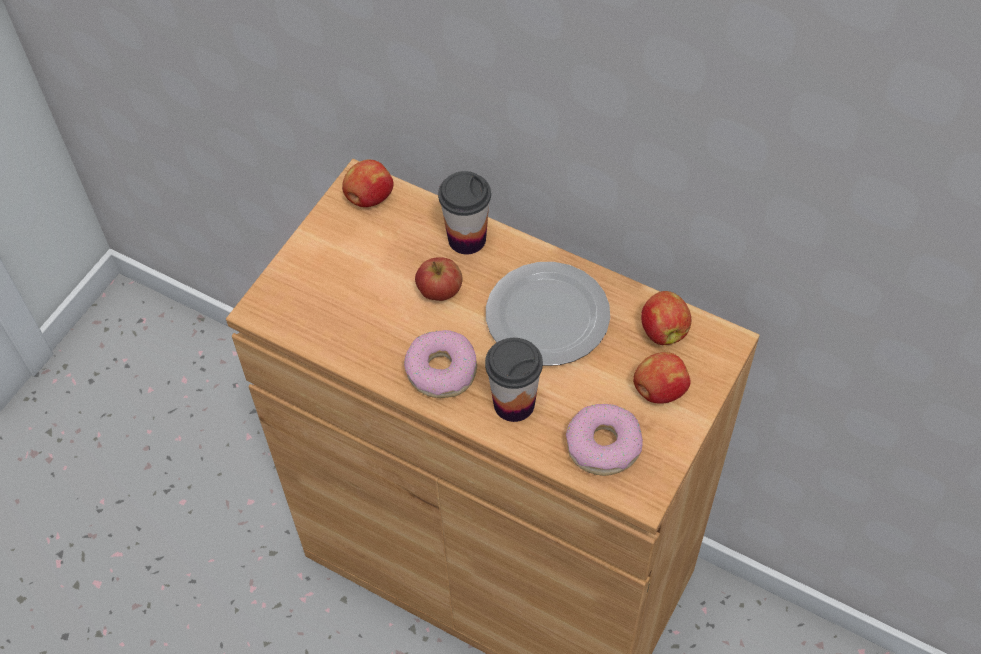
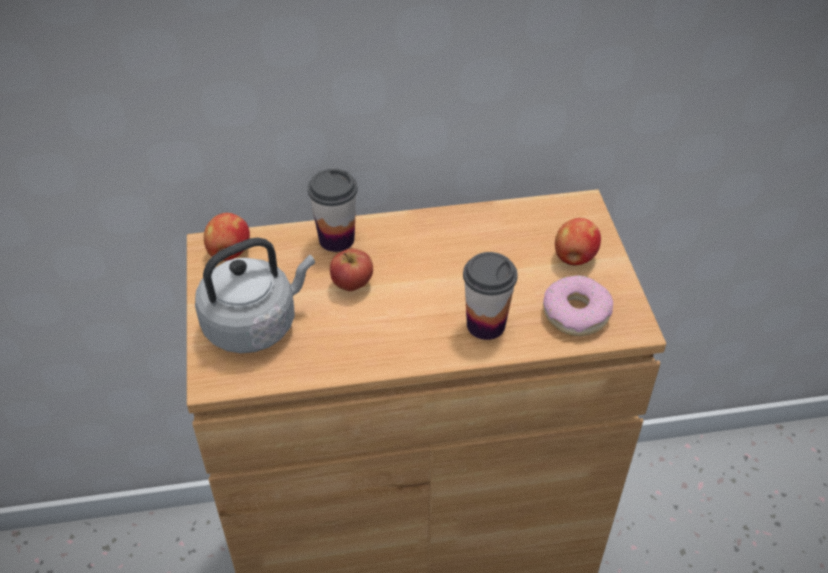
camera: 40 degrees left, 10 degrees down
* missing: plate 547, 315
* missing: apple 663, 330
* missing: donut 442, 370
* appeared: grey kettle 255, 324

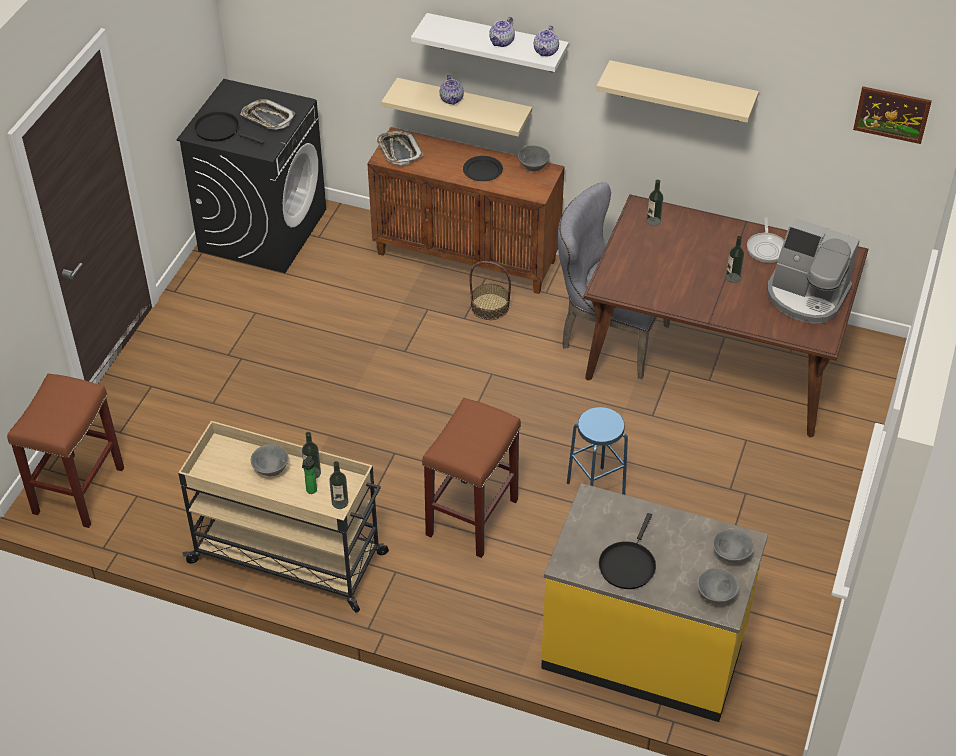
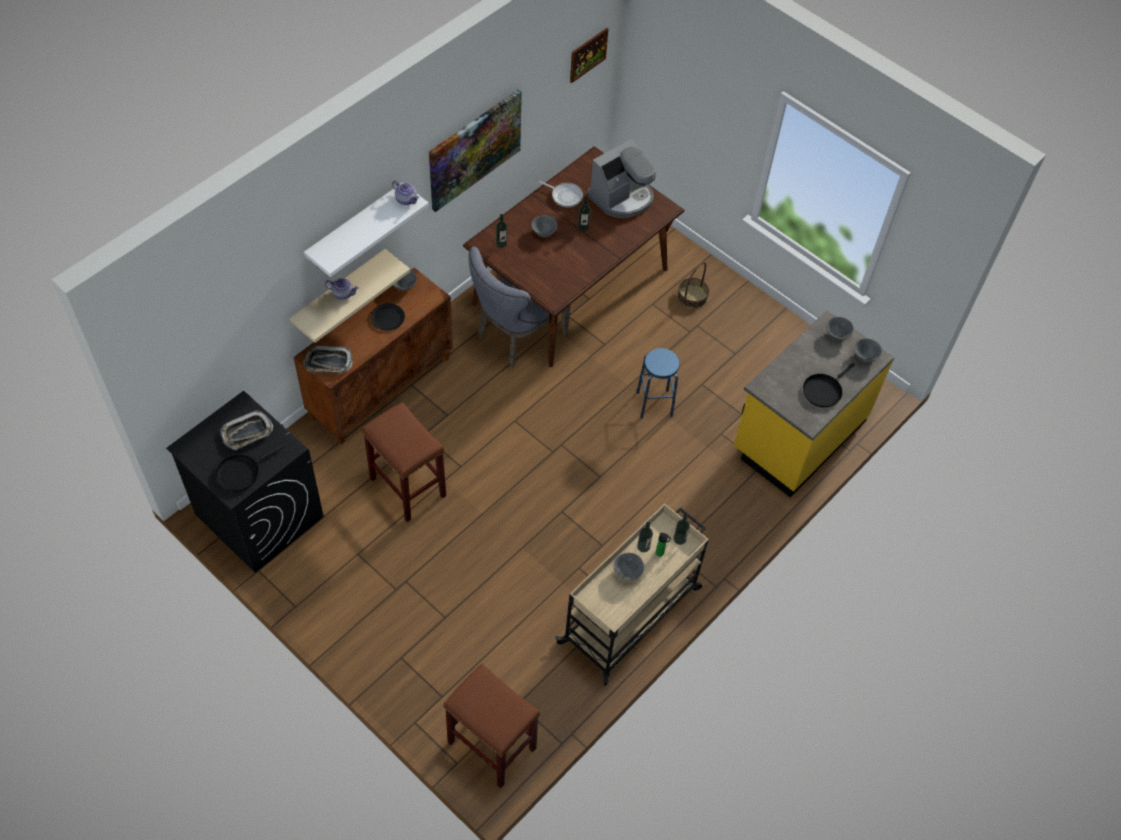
camera: 70 degrees left, 10 degrees up
* missing: teapot 502, 42
* exchanged: beige shelf 681, 91 to picture 474, 149
* relocated: basket 490, 306 to 692, 296
* relocated: brown stool 472, 516 to 407, 487
* spun: black frying pan 628, 564 = 823, 390 90 degrees clockwise
* appeared: grey bowl 544, 232

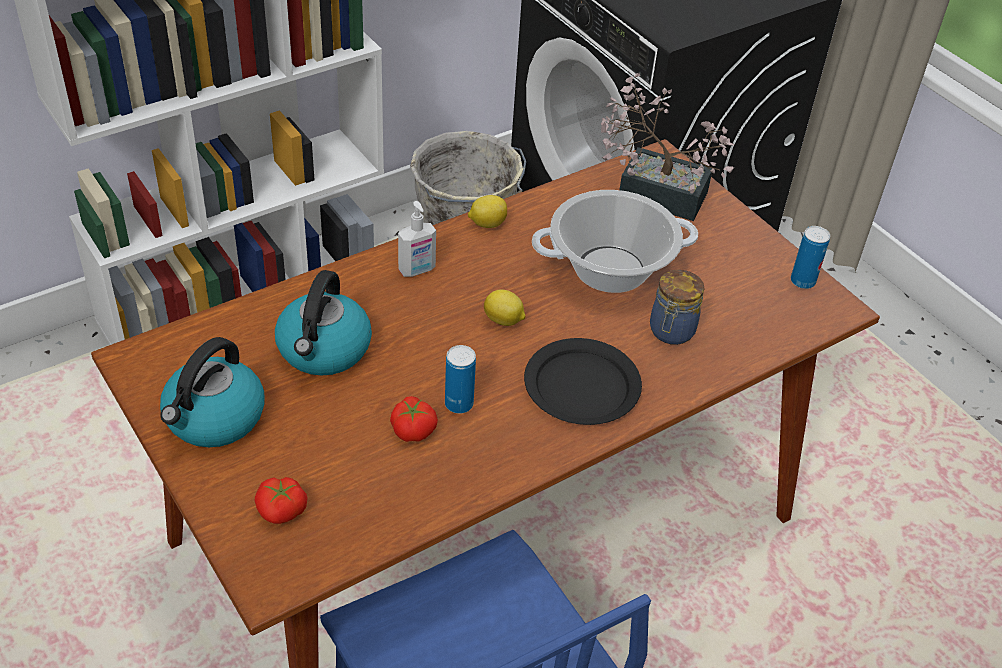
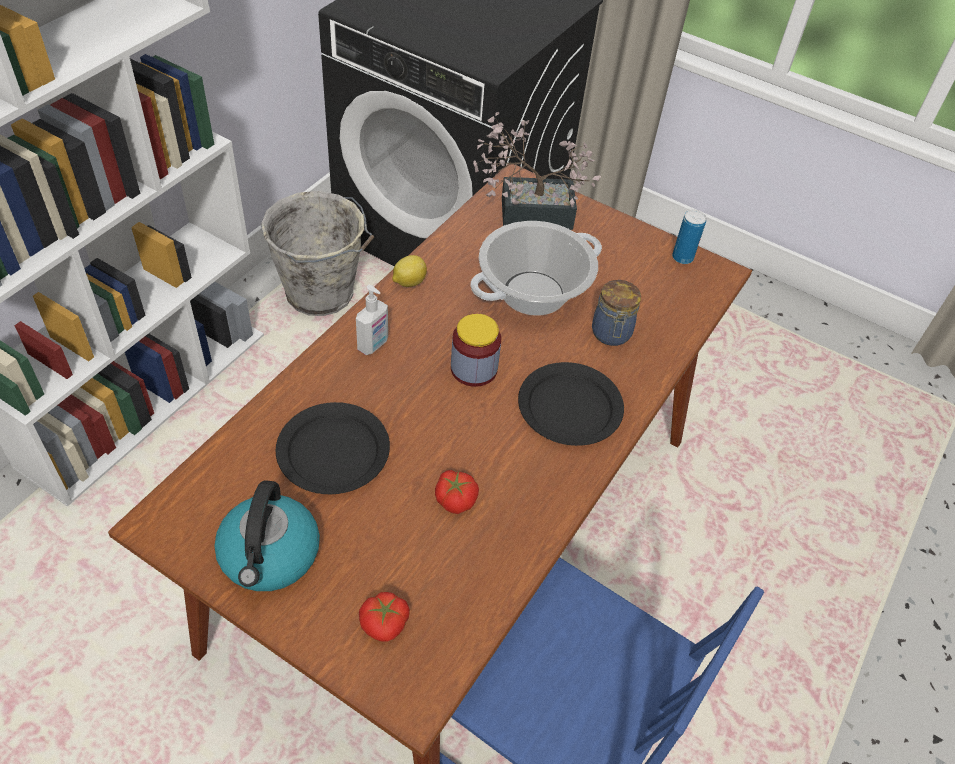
camera: 25 degrees left, 5 degrees up
* exchanged: kettle 324, 350 to black plate 334, 450
* exchanged: lemon 504, 321 to jar 474, 369
* missing: can 459, 404

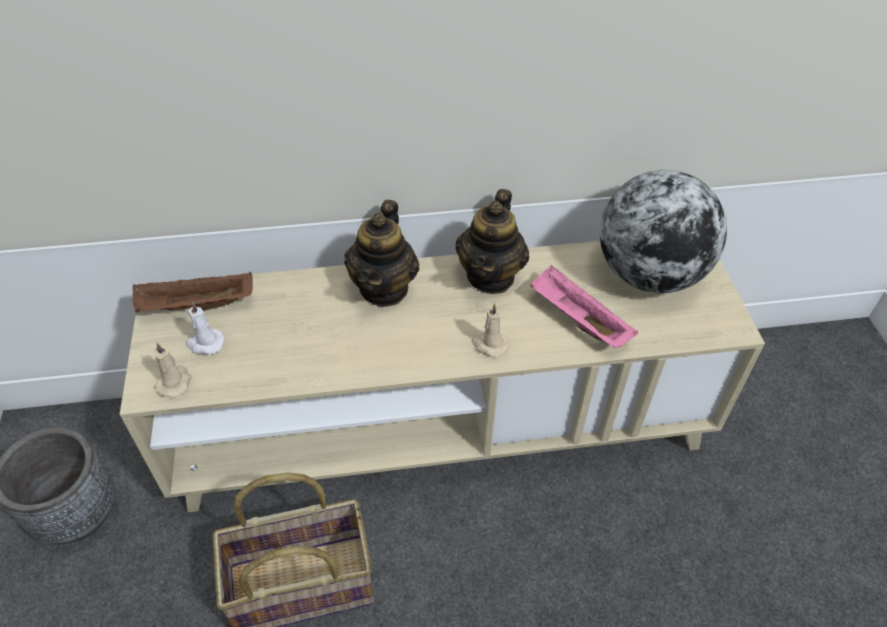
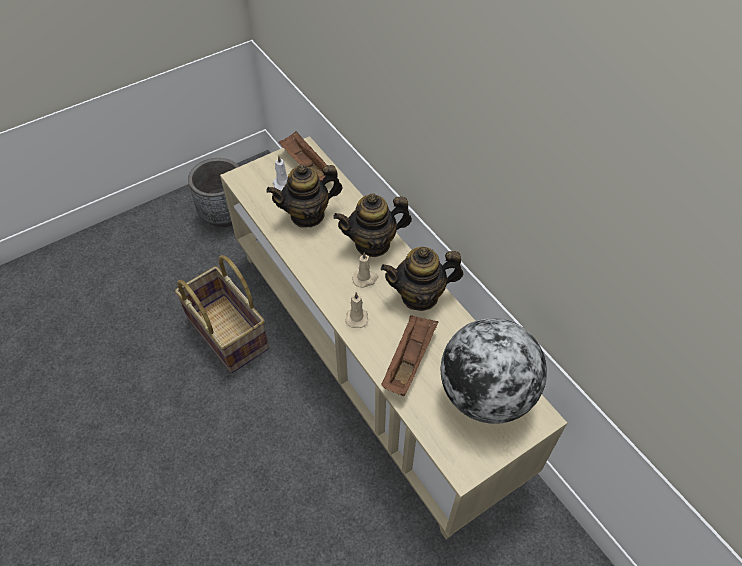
camera: 65 degrees right, 5 degrees up
* colour: pink tray 577, 320 to brown tray 409, 360
* relocated: beige candle 175, 382 to 365, 278
* appeared: teapot 308, 215

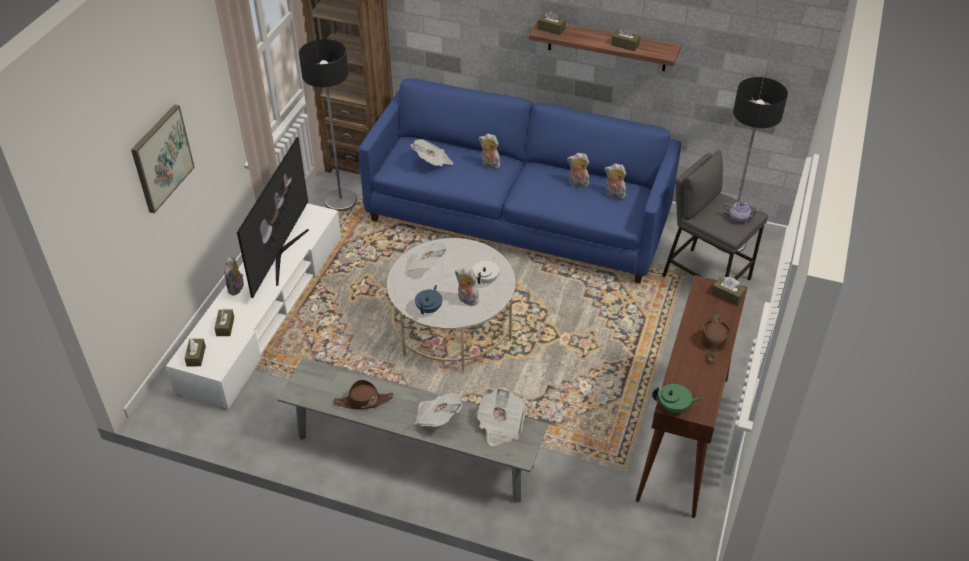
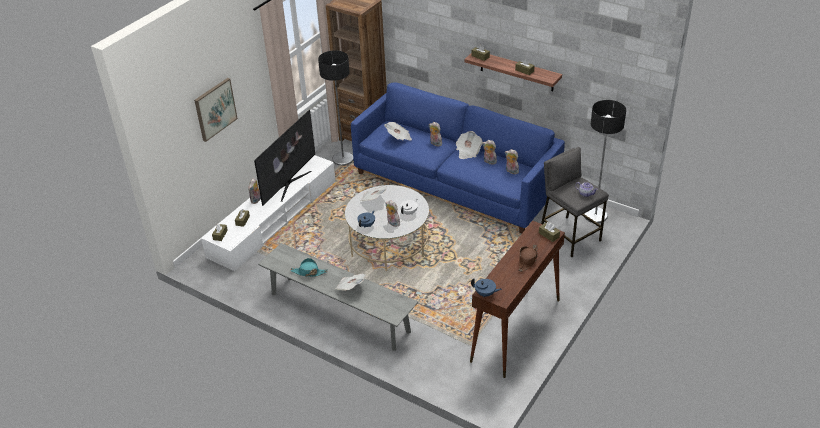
camera: 15 degrees right, 5 degrees down
* colour: brown hat 363, 401 to turquoise hat 309, 272
* colour: green teapot 673, 407 to blue teapot 485, 294
* relocated: newspaper 500, 426 to 468, 152

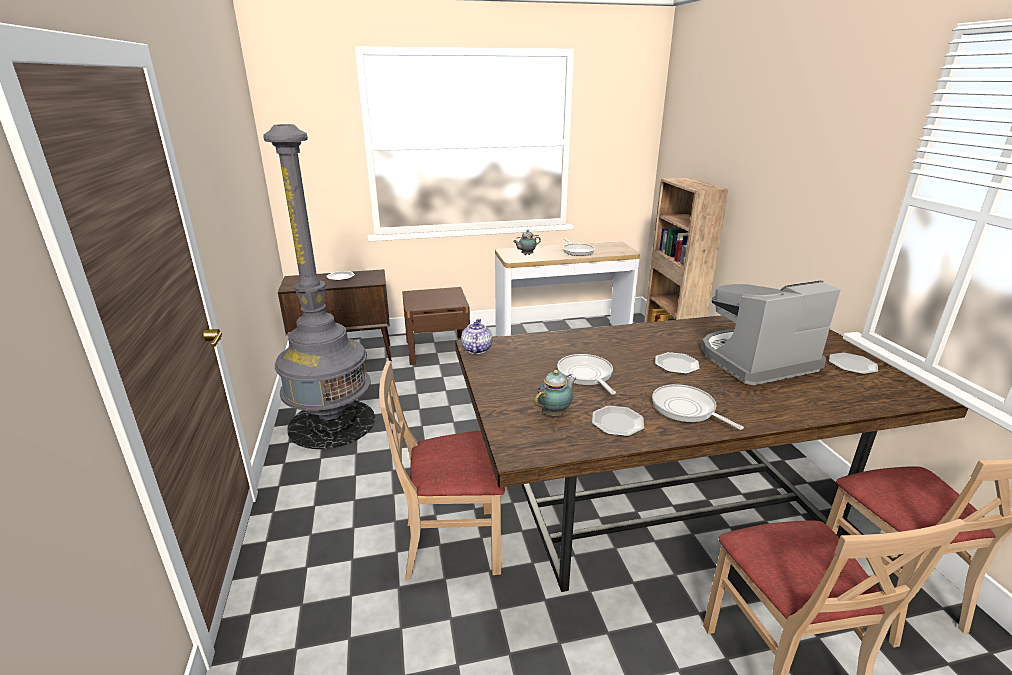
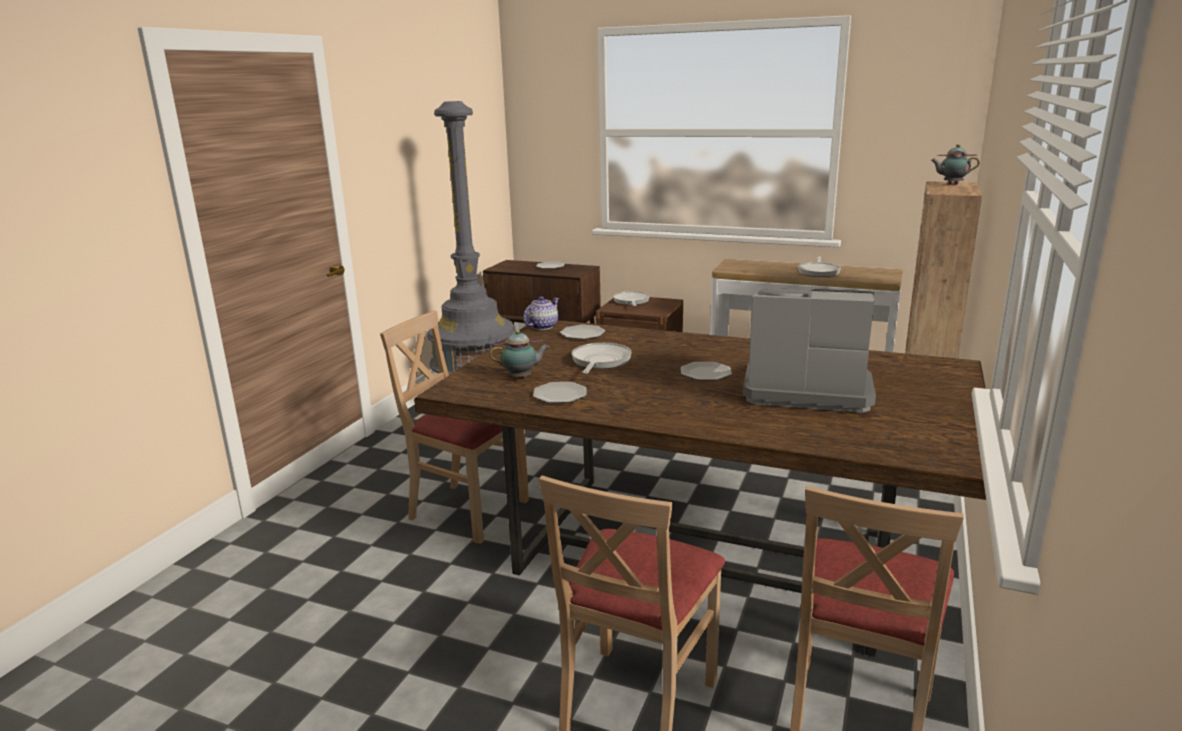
camera: 35 degrees right, 5 degrees down
* relocated: teapot 526, 255 to 951, 184
* relocated: plate 852, 365 to 583, 334
* relocated: frying pan 686, 409 to 631, 301

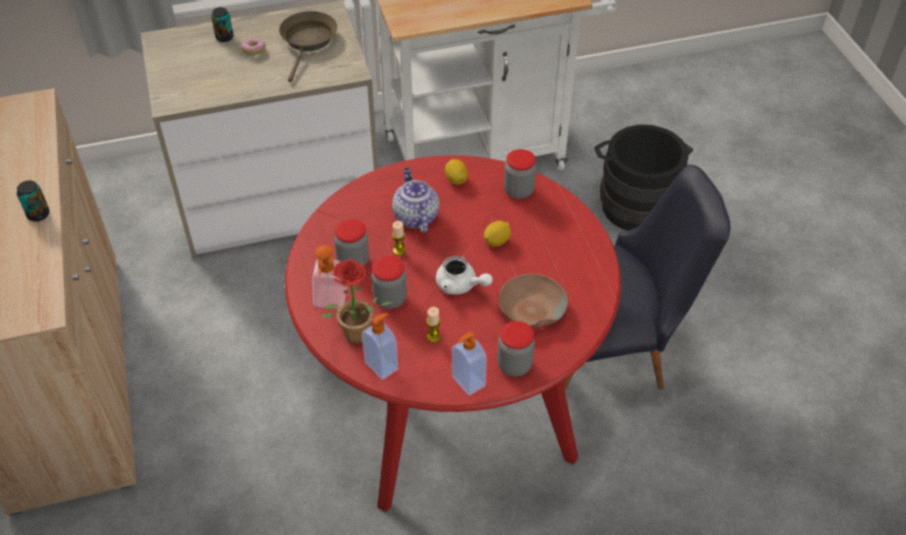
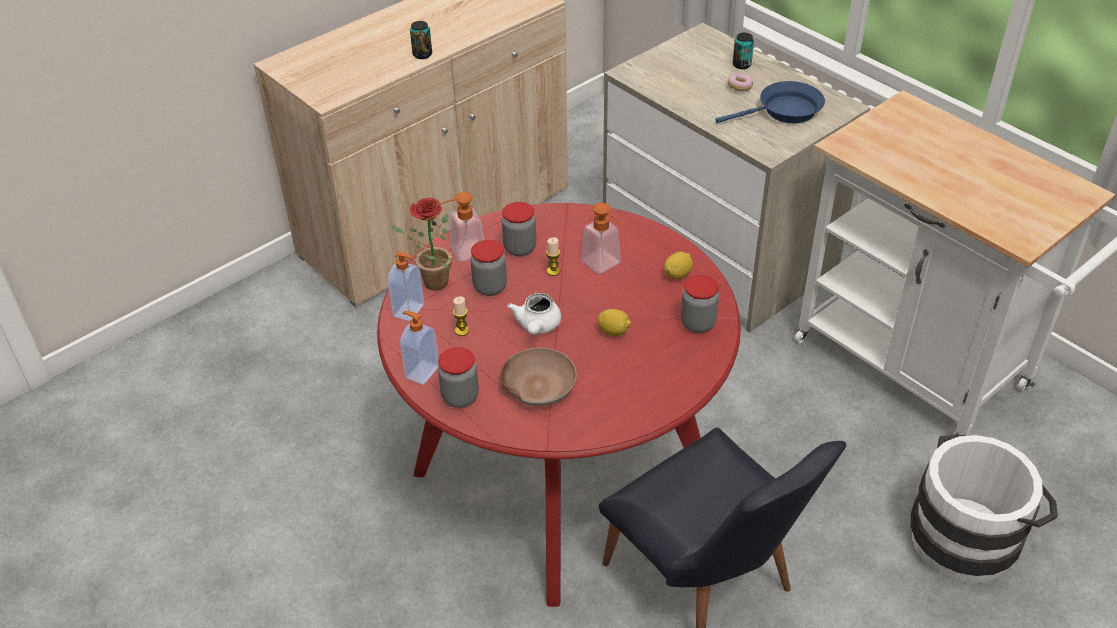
camera: 65 degrees right, 5 degrees down
* colour: brown frying pan 308, 42 to blue frying pan 784, 111
* colour: black bucket 635, 201 to white bucket 969, 536
* exchanged: teapot 415, 216 to soap dispenser 605, 265

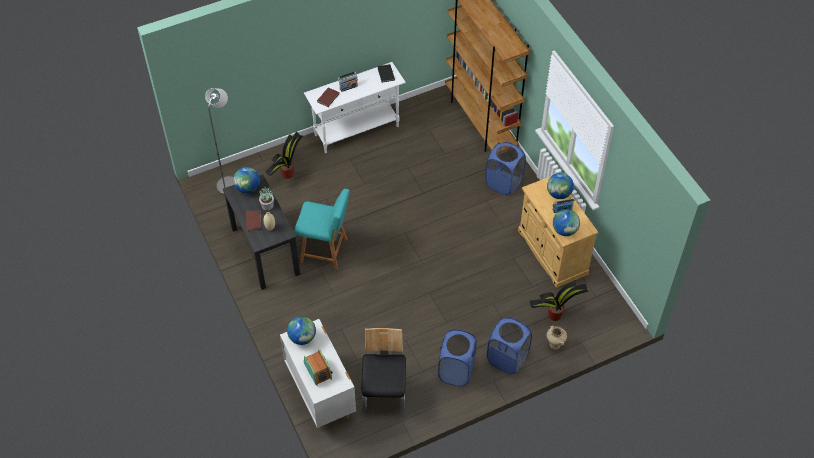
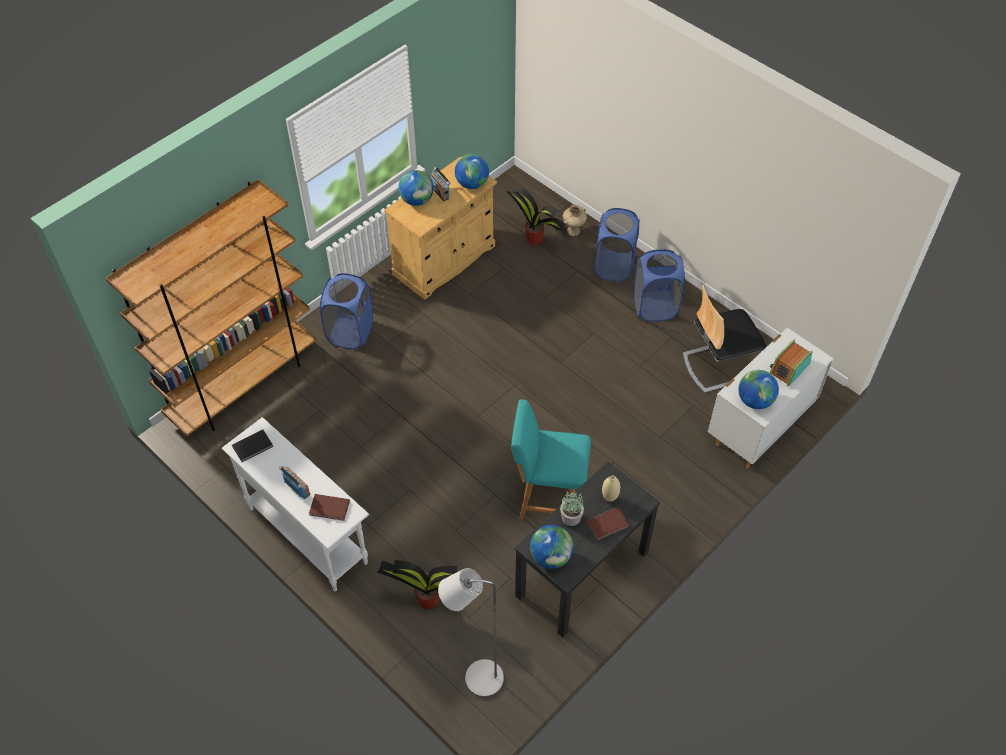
camera: 110 degrees left, 0 degrees up
* spun: turquoise chair 326, 251 = 548, 497 75 degrees counterclockwise

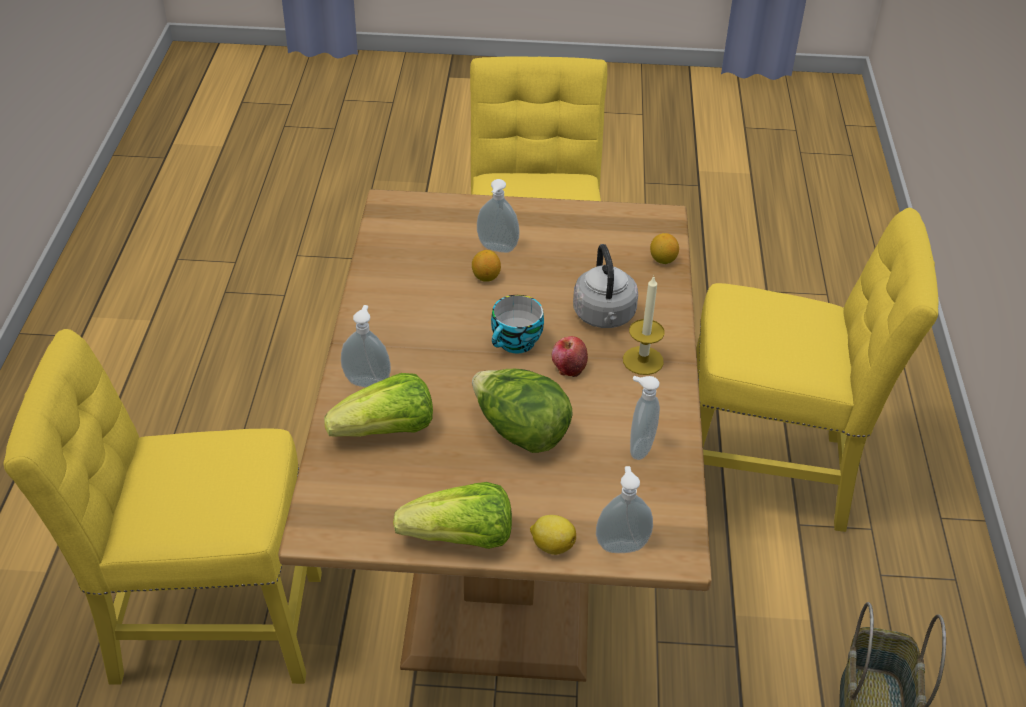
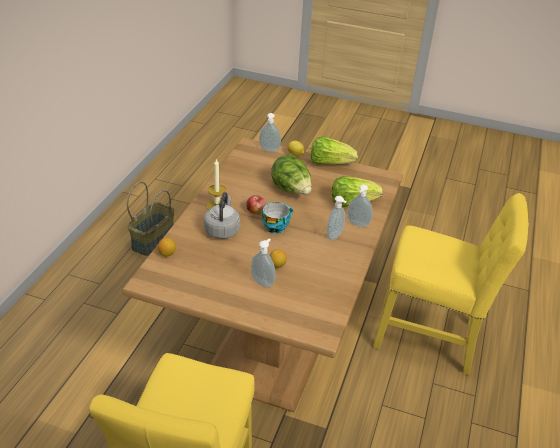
camera: 165 degrees left, 5 degrees down
* missing: yellow chair 771, 473
* relocated: soap dispenser 639, 447 to 335, 236

